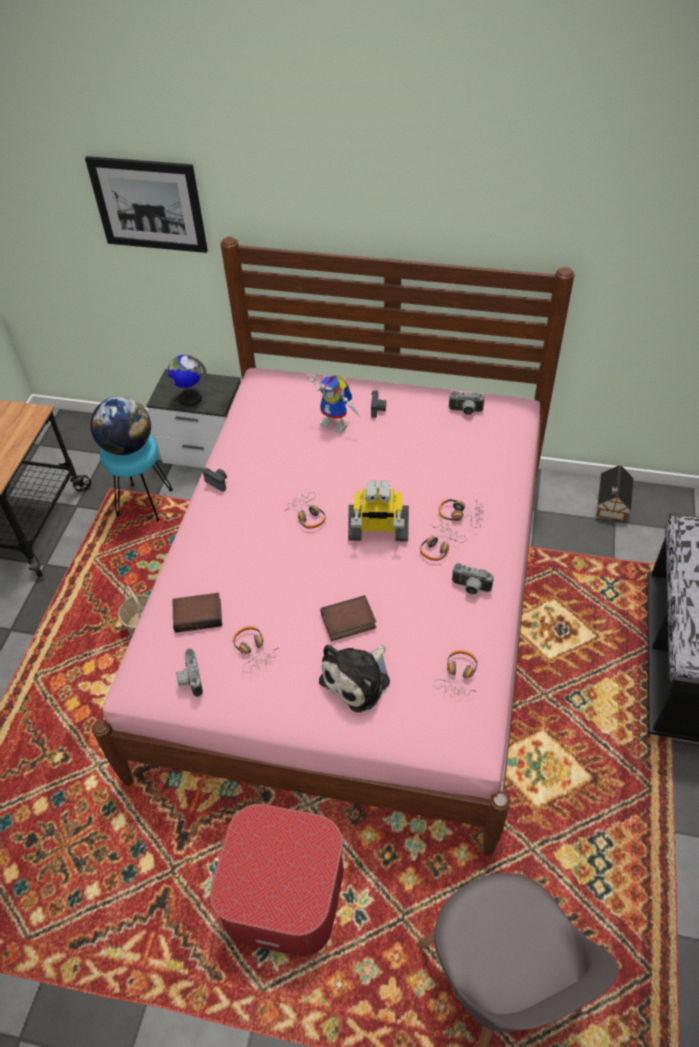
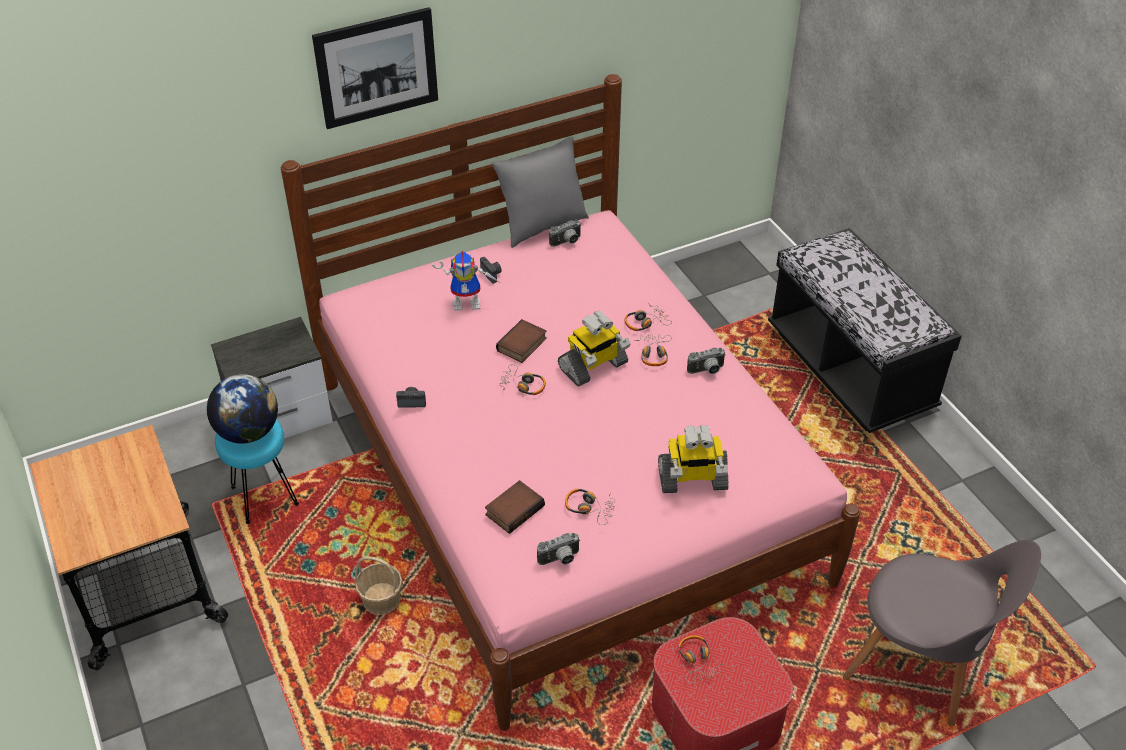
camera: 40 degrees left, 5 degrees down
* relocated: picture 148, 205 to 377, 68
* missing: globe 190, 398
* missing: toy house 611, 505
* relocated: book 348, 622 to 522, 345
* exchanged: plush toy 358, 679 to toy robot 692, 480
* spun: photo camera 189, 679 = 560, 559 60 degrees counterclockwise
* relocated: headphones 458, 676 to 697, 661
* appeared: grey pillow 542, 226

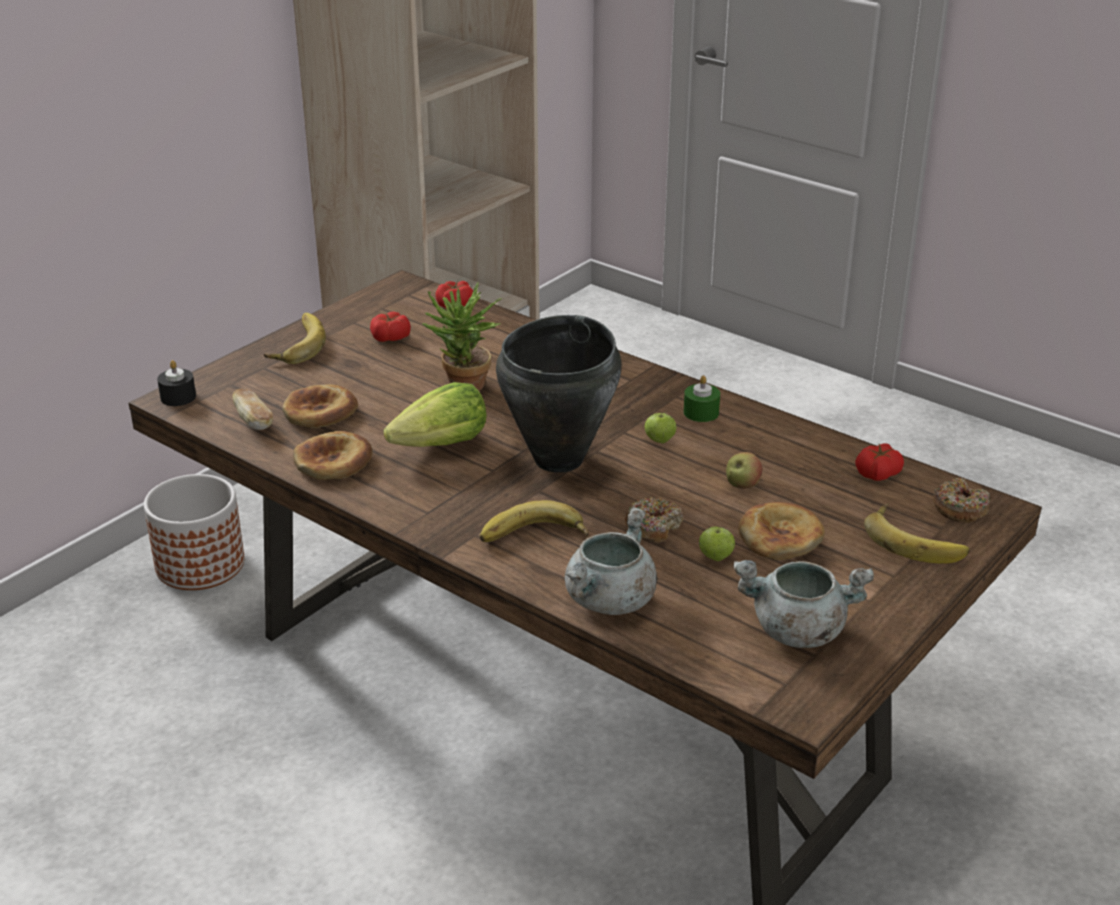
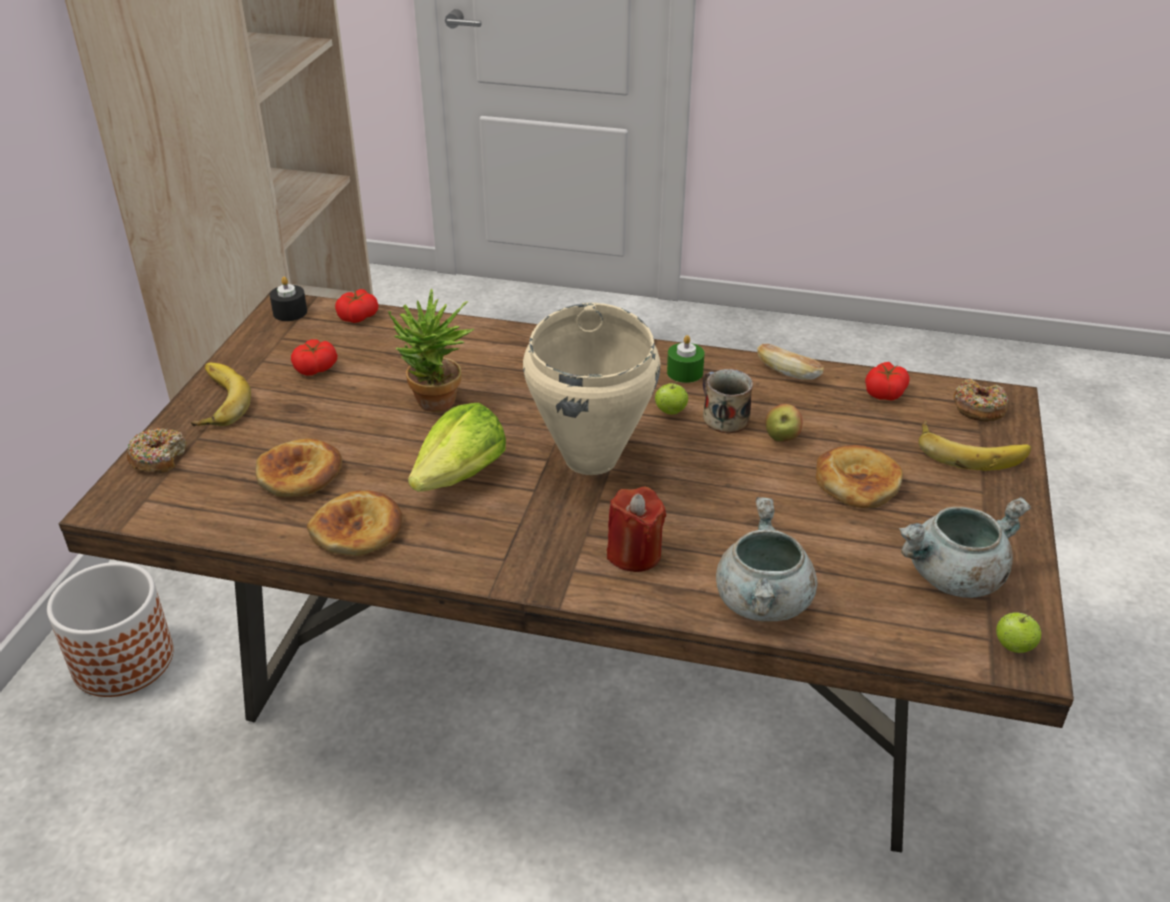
camera: 25 degrees left, 5 degrees up
* colour: black cooking pot 560, 459 to beige cooking pot 592, 458
* relocated: black candle 178, 397 to 290, 312
* relocated: bread 254, 421 to 788, 373
* relocated: donut 653, 527 to 158, 458
* exchanged: banana 534, 537 to red candle 634, 554
* relocated: apple 715, 557 to 1013, 647
* appeared: mug 723, 417

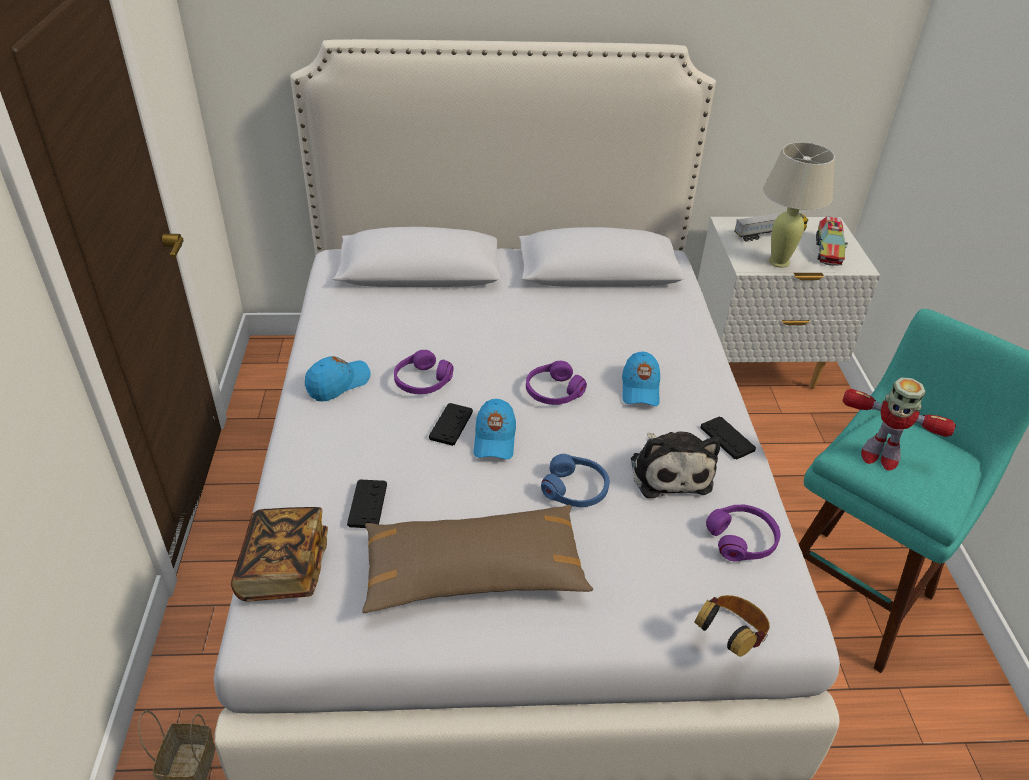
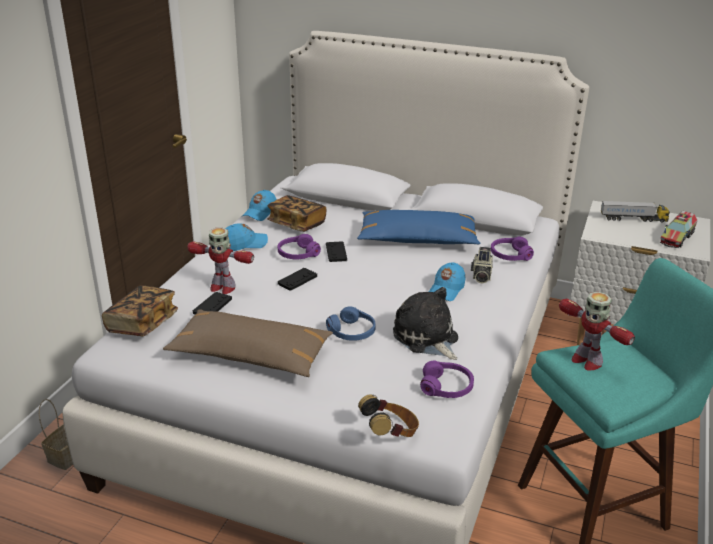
camera: 25 degrees right, 10 degrees down
* missing: beige table lamp 779, 262
* relocated: purple headphones 553, 391 to 510, 255
* relocated: blue cap 494, 439 to 260, 213
* relocated: black game controller 727, 438 to 336, 252
* spun: plush toy 669, 471 = 427, 338 135 degrees clockwise
* appeared: book 297, 224
* appeared: blue pillow 418, 239
* appeared: toy robot 222, 287
* appeared: photo camera 481, 276

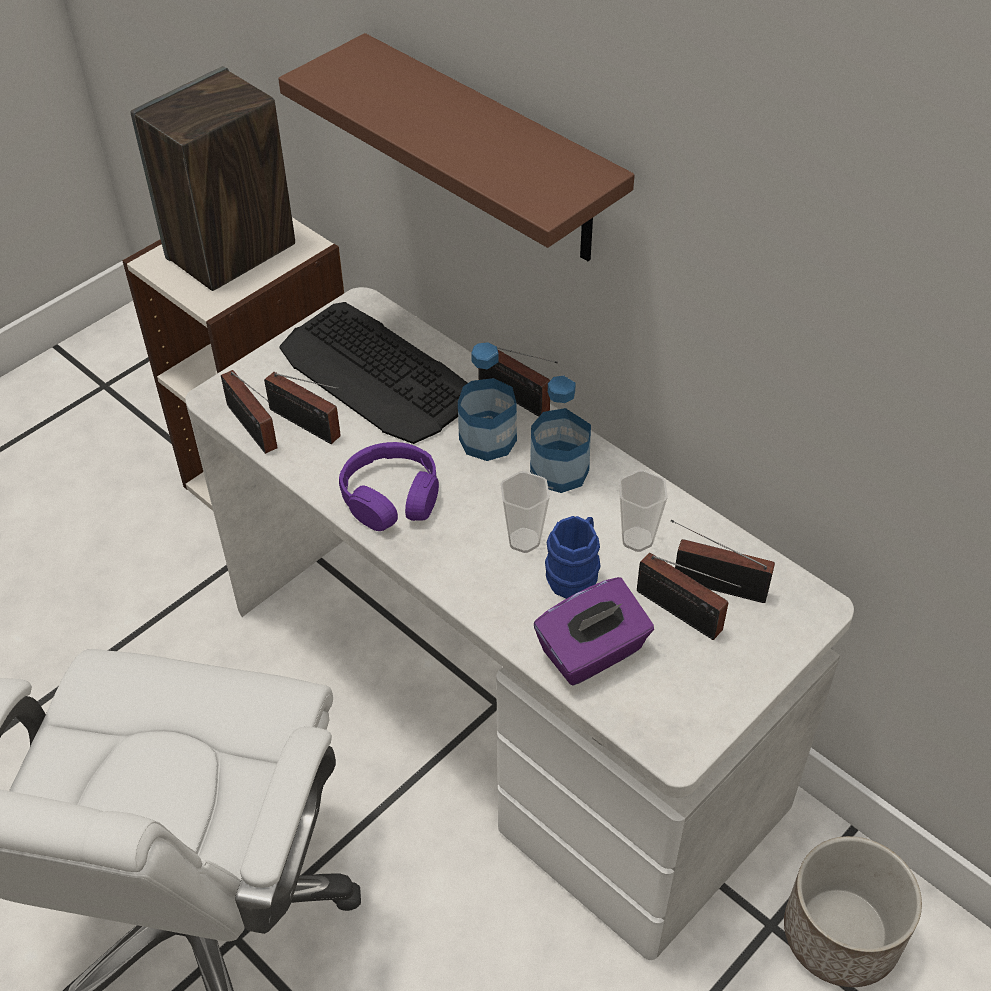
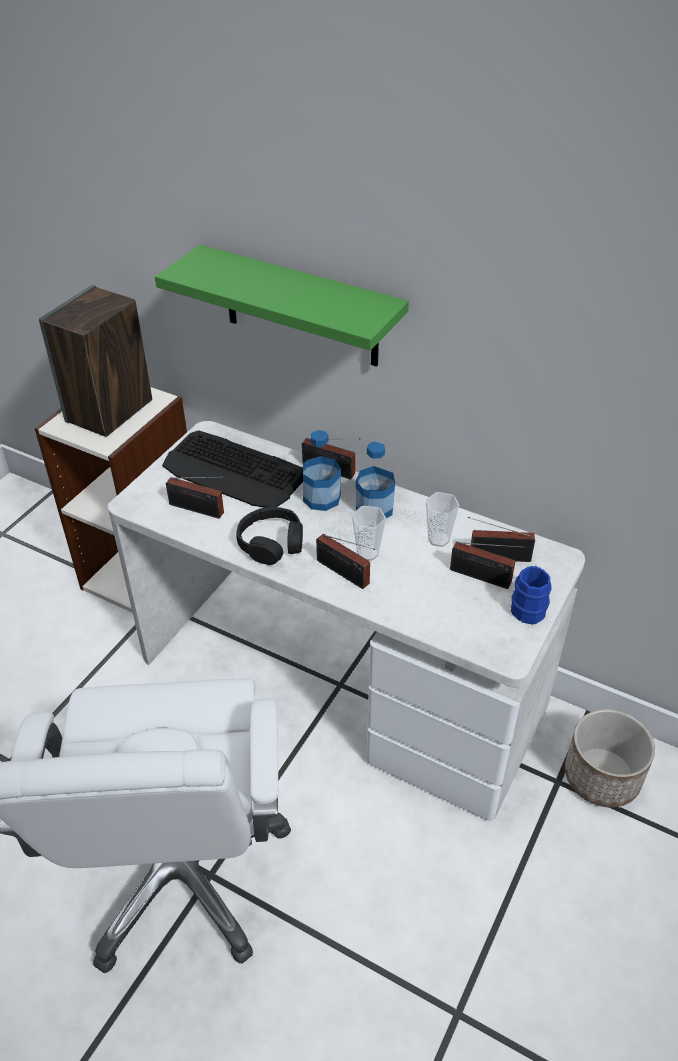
camera: 15 degrees left, 5 degrees down
* colour: brown shelf 492, 152 to green shelf 301, 307
* relocated: radio 253, 430 to 345, 574
* colour: purple headphones 391, 497 to black headphones 271, 543
* relocated: blue mug 575, 572 to 528, 606
* missing: purple tissue box 592, 652

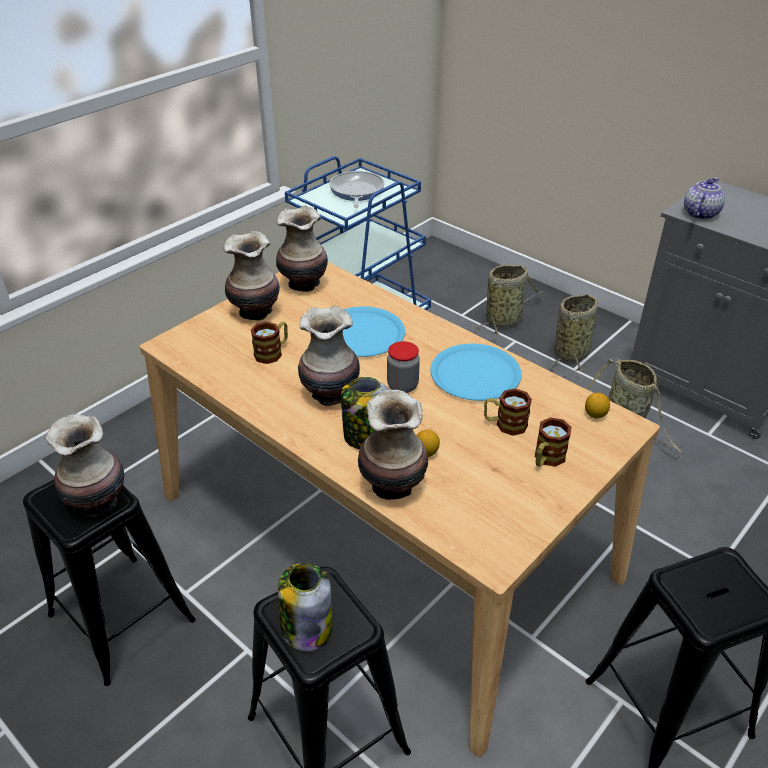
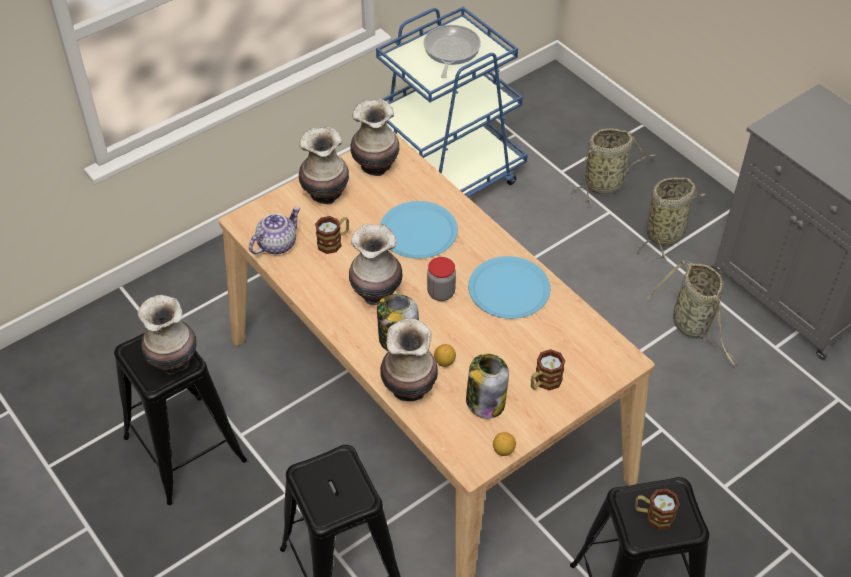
camera: 10 degrees right, 10 degrees up
* relocated: teapot 700, 213 to 277, 244
* relocated: mug 505, 424 to 653, 516
* relocated: lemon 595, 415 to 503, 450
* relocated: jar 306, 627 to 485, 401

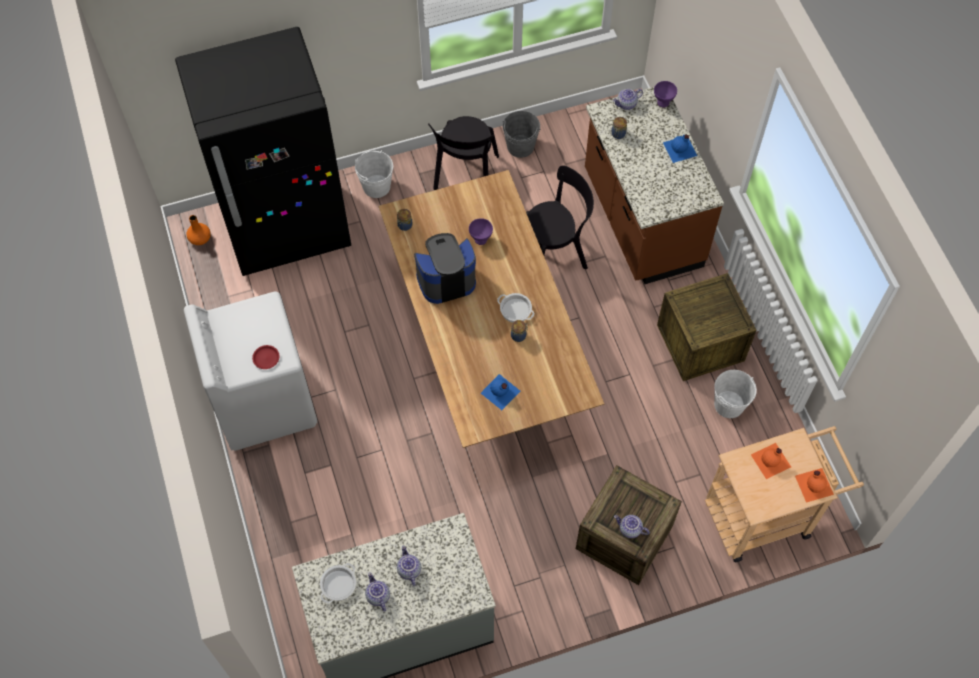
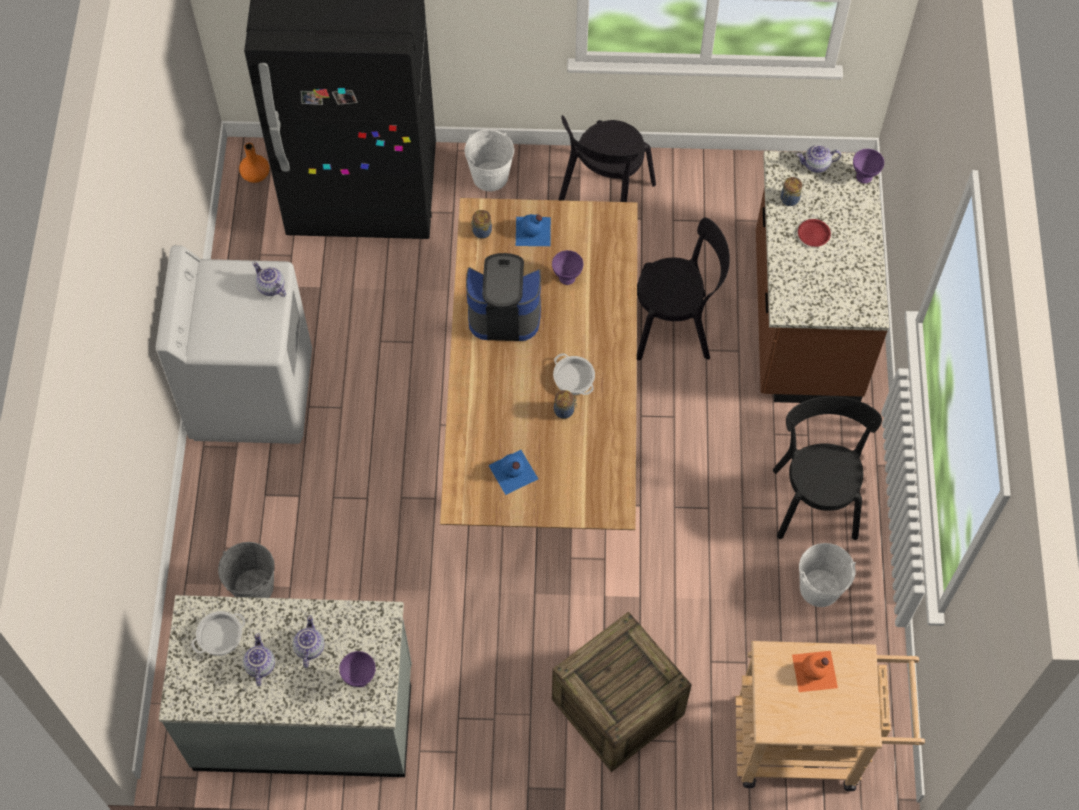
camera: 20 degrees right, 0 degrees up
* relocated: grey bucket 520, 146 to 253, 587
* relocated: blue bottle 680, 149 to 533, 232
* exchanged: crate 700, 343 to black chair 815, 498
* relocated: red plate 266, 358 to 814, 234
* missing: orange bottle 814, 484
* relocated: teapot 629, 529 to 270, 287
* appeared: purple bowl 360, 677

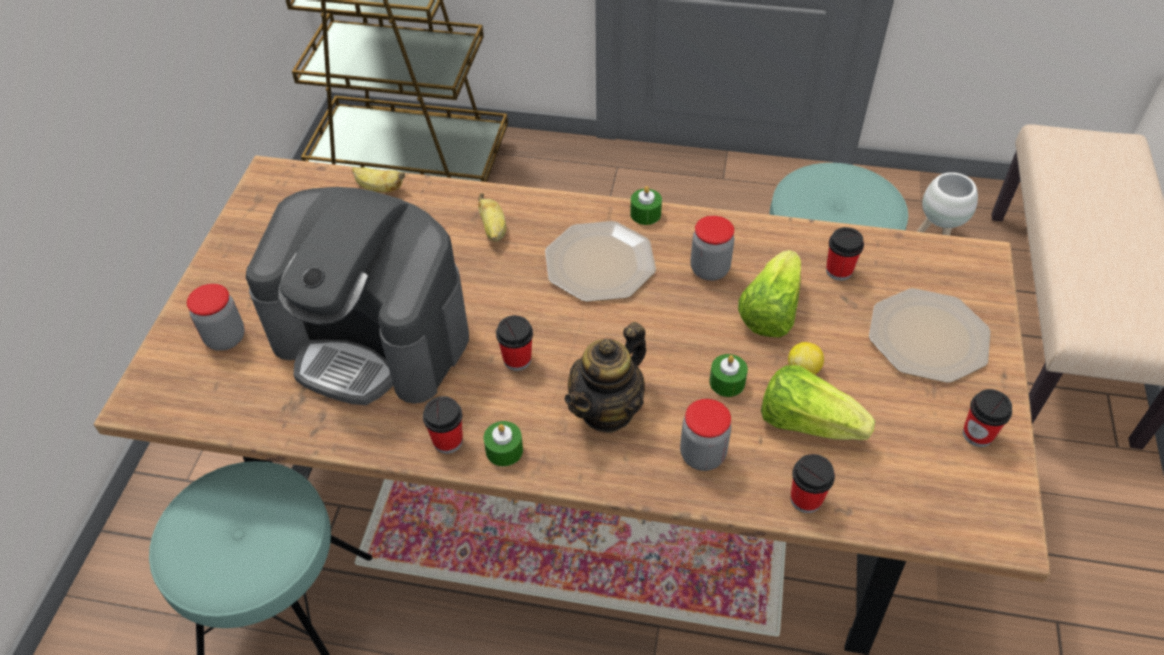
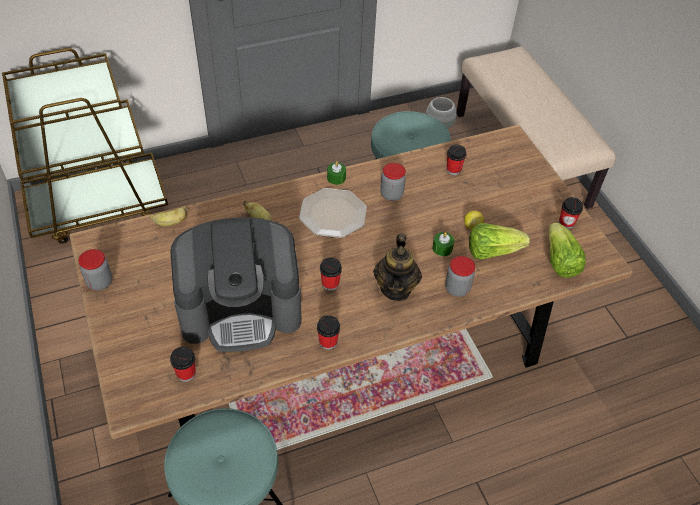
camera: 35 degrees left, 0 degrees up
* relocated: lettuce 770, 311 to 559, 261
* relocated: jar 225, 338 to 100, 282
* missing: plate 928, 338
* missing: green candle 504, 450
* relocated: cup 806, 499 to 186, 373

